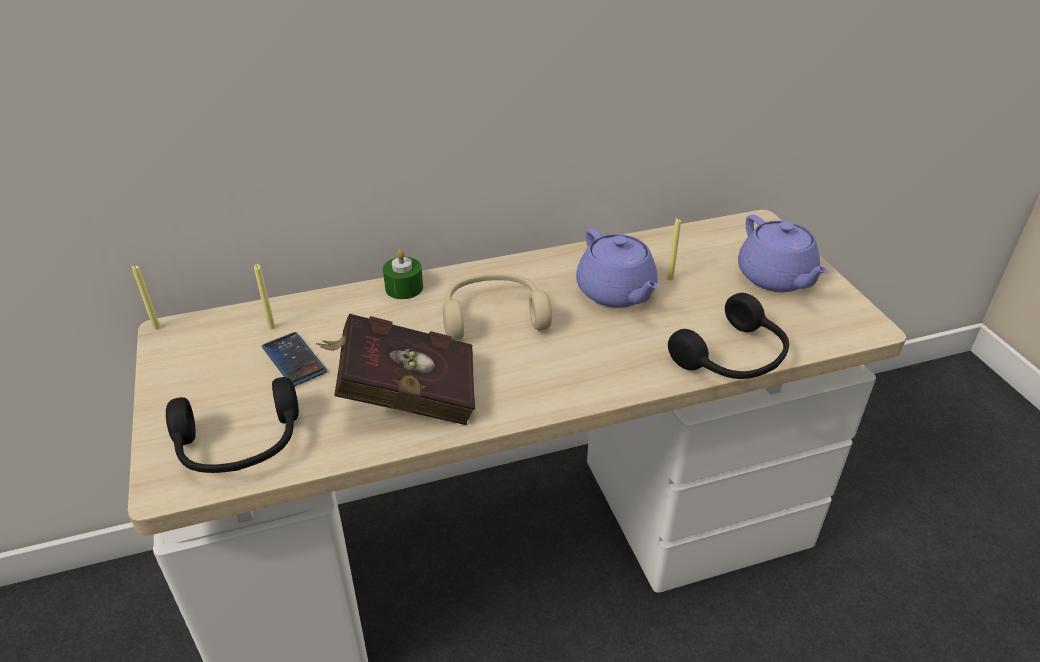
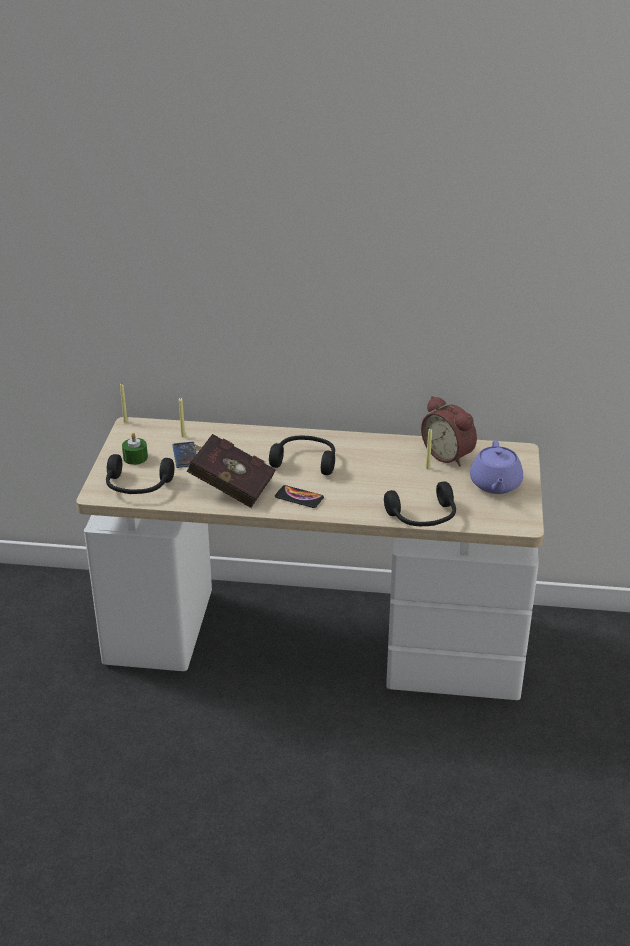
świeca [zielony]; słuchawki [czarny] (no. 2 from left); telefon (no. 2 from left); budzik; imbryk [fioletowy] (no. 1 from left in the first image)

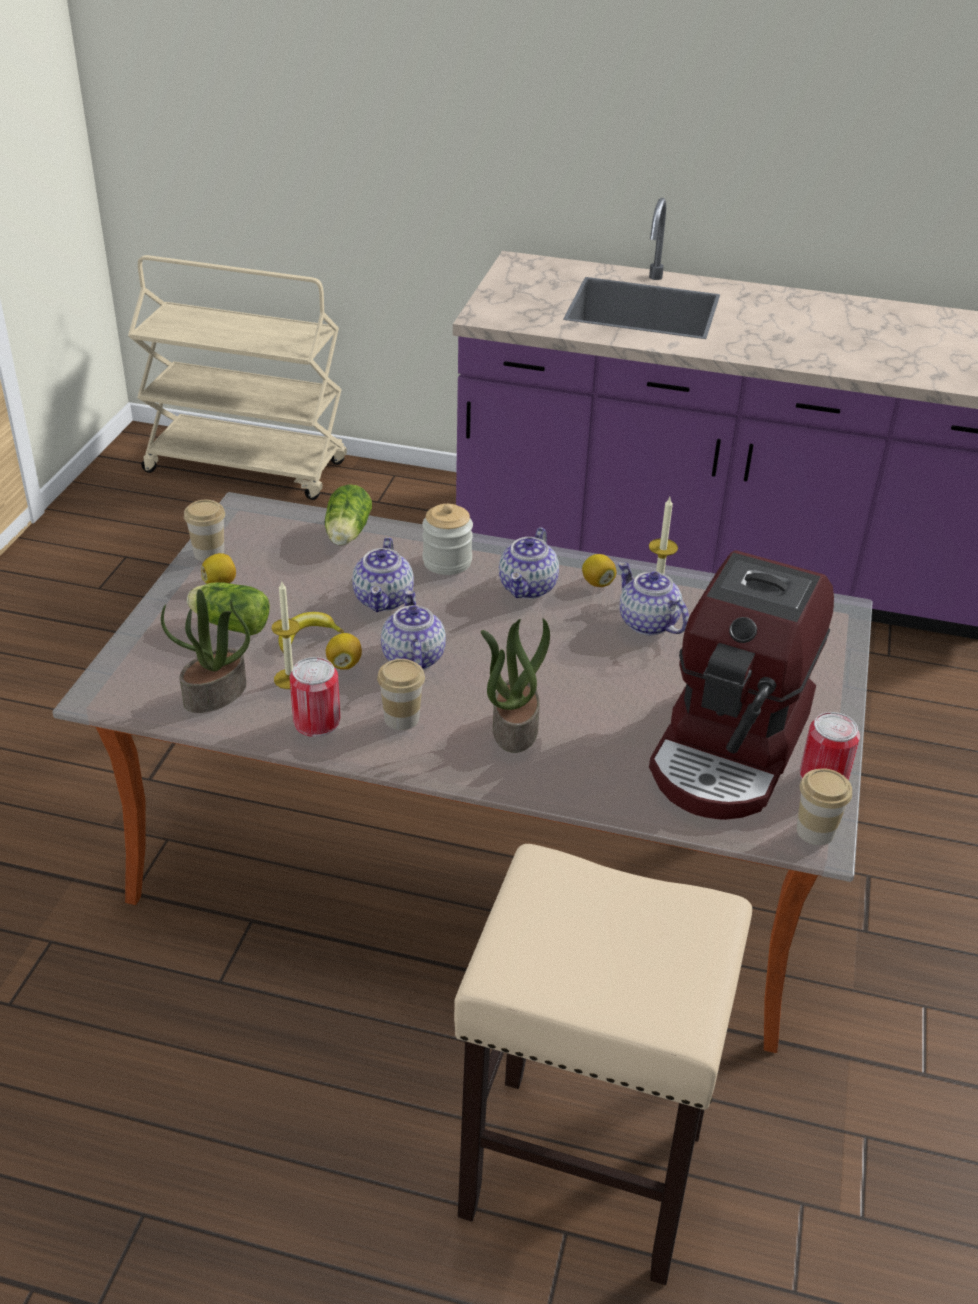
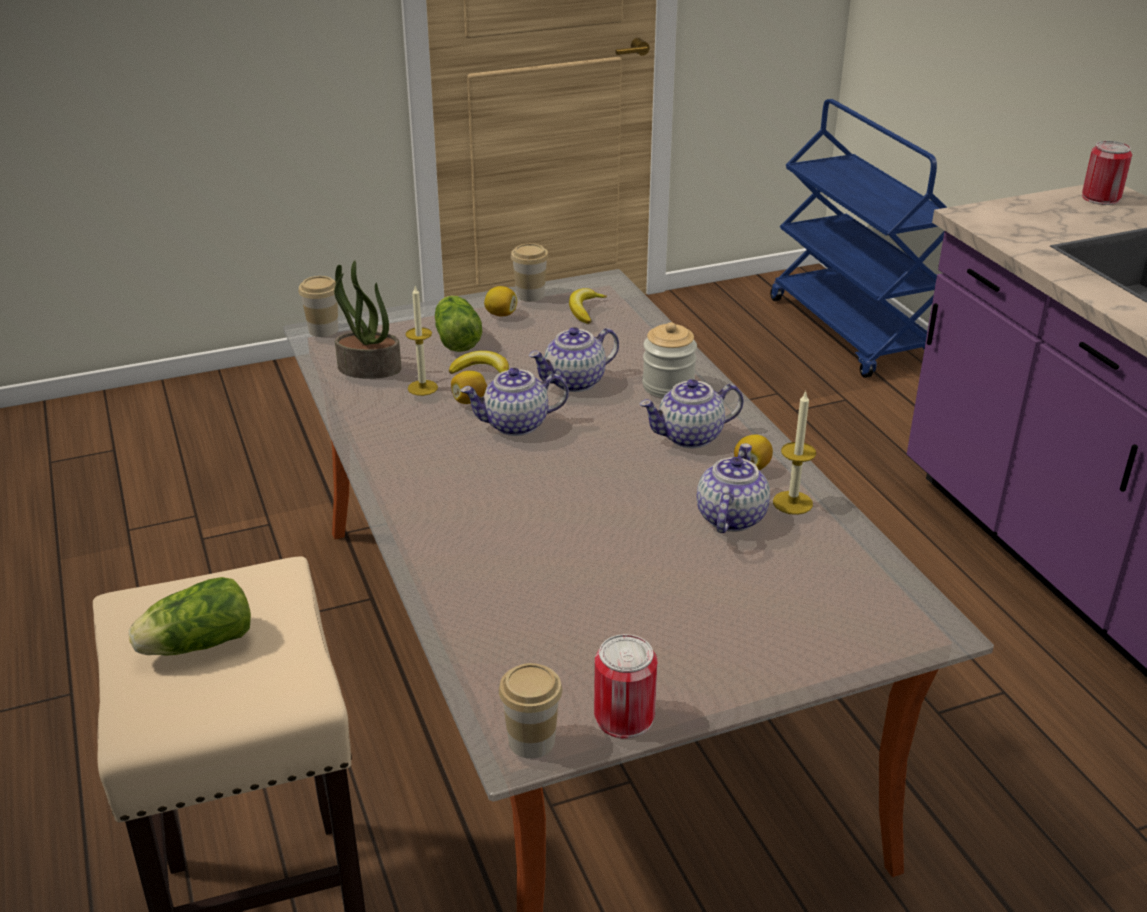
sałata (no. 1 from left); filiżanka (no. 1 from left); imbryk (no. 1 from left); banan (no. 2 from left); wózek [niebieski]; puszka (no. 2 from left); roślina doniczkowa (no. 2 from left in the first image); ekspres do kawy

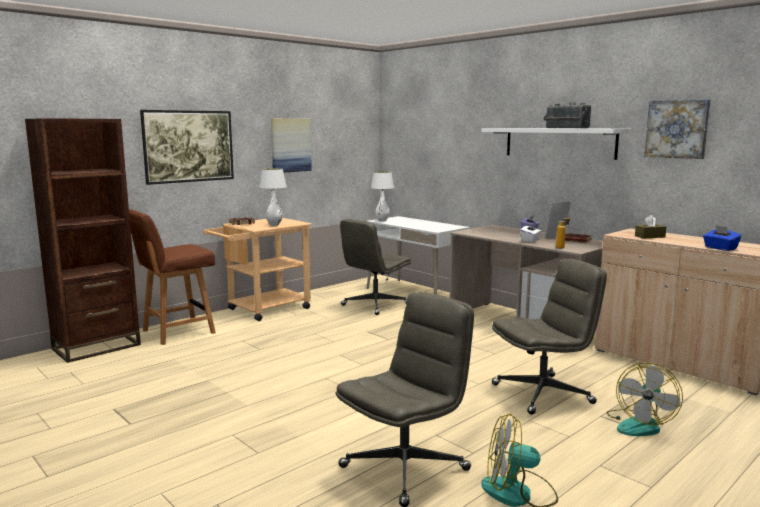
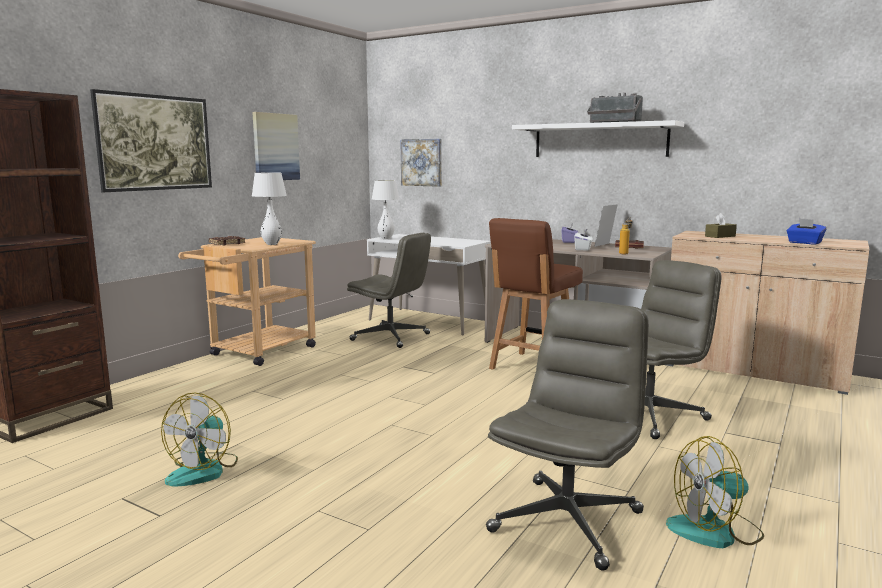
wentylator (no. 1 from left); krzesło biurowe [szary] (no. 1 from left); obraz (no. 3 from left); krzesło [brązowy]

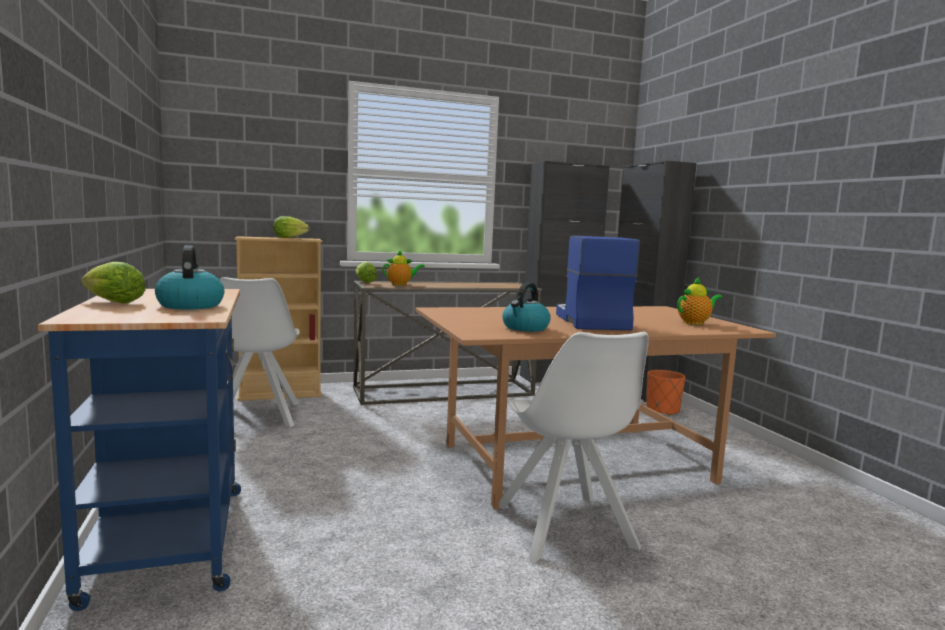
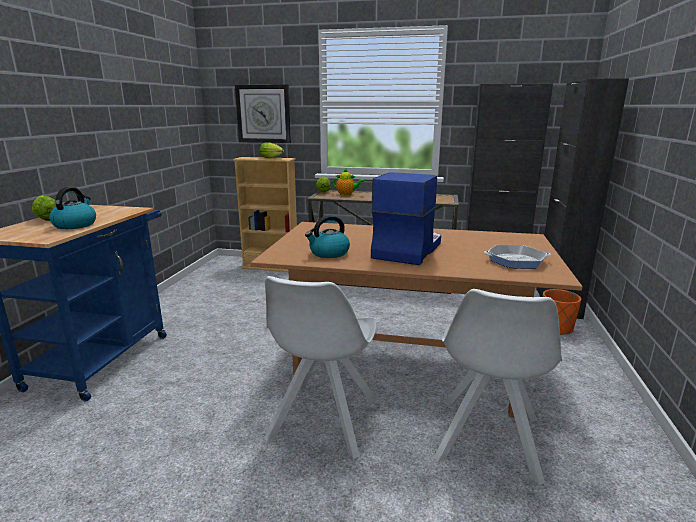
zegar ścienny; krzesło [biały] (no. 2 from left); patelnia

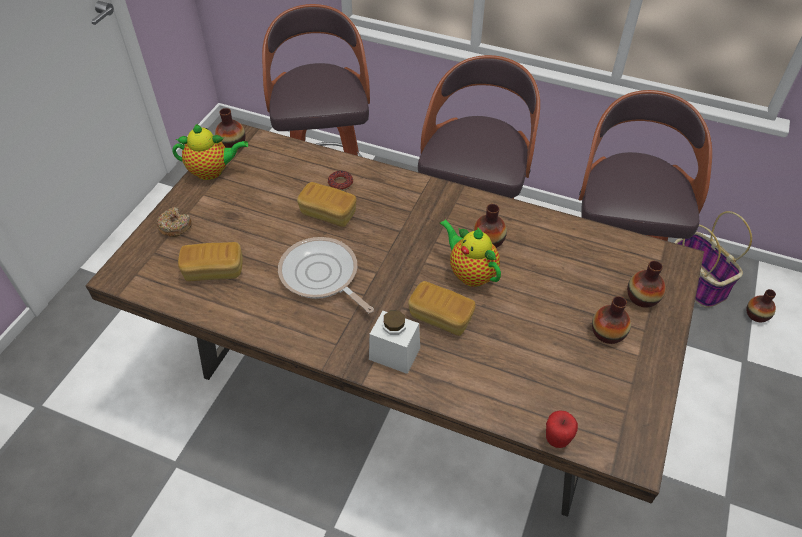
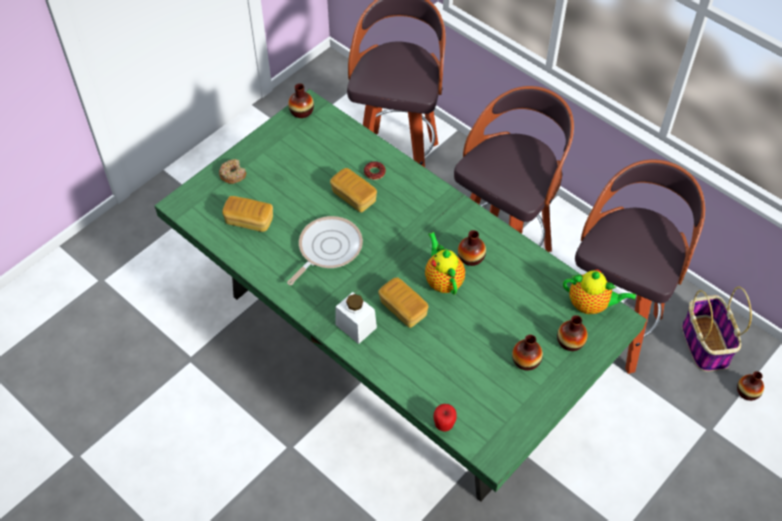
stół jadalny [zielony]; patelnia; imbryk (no. 2 from left)

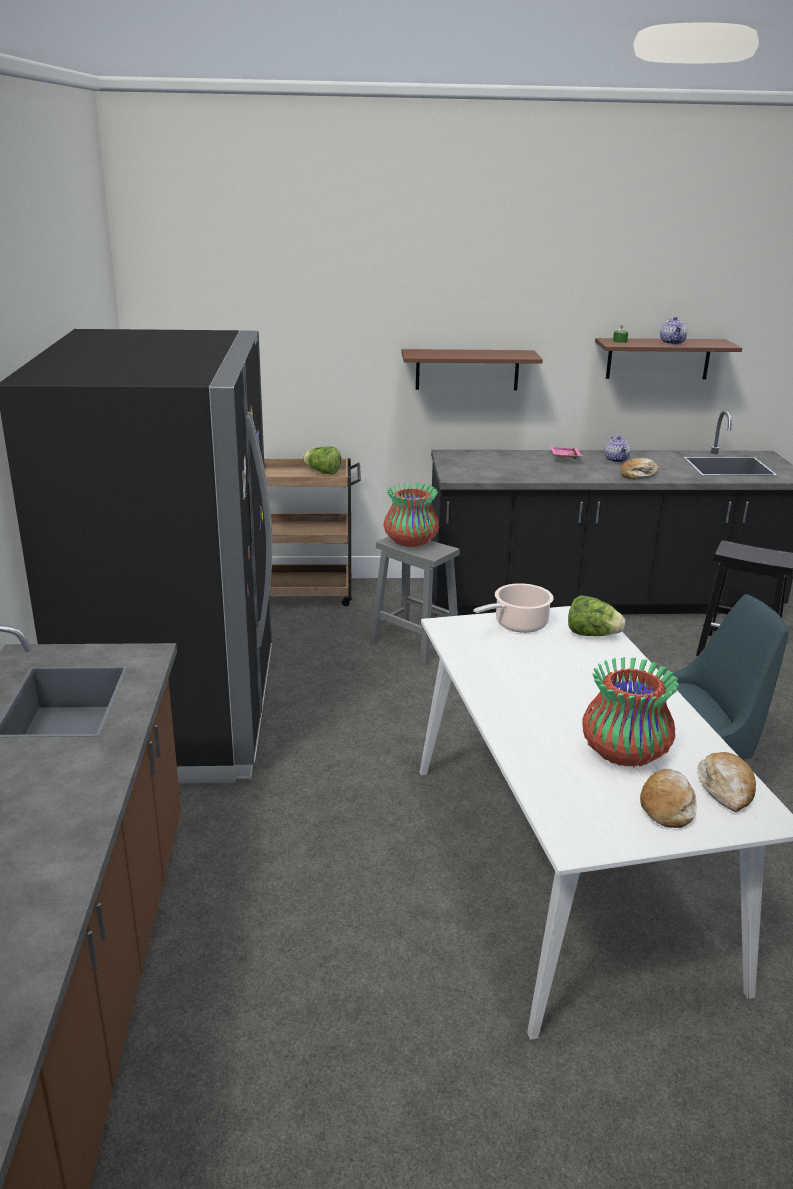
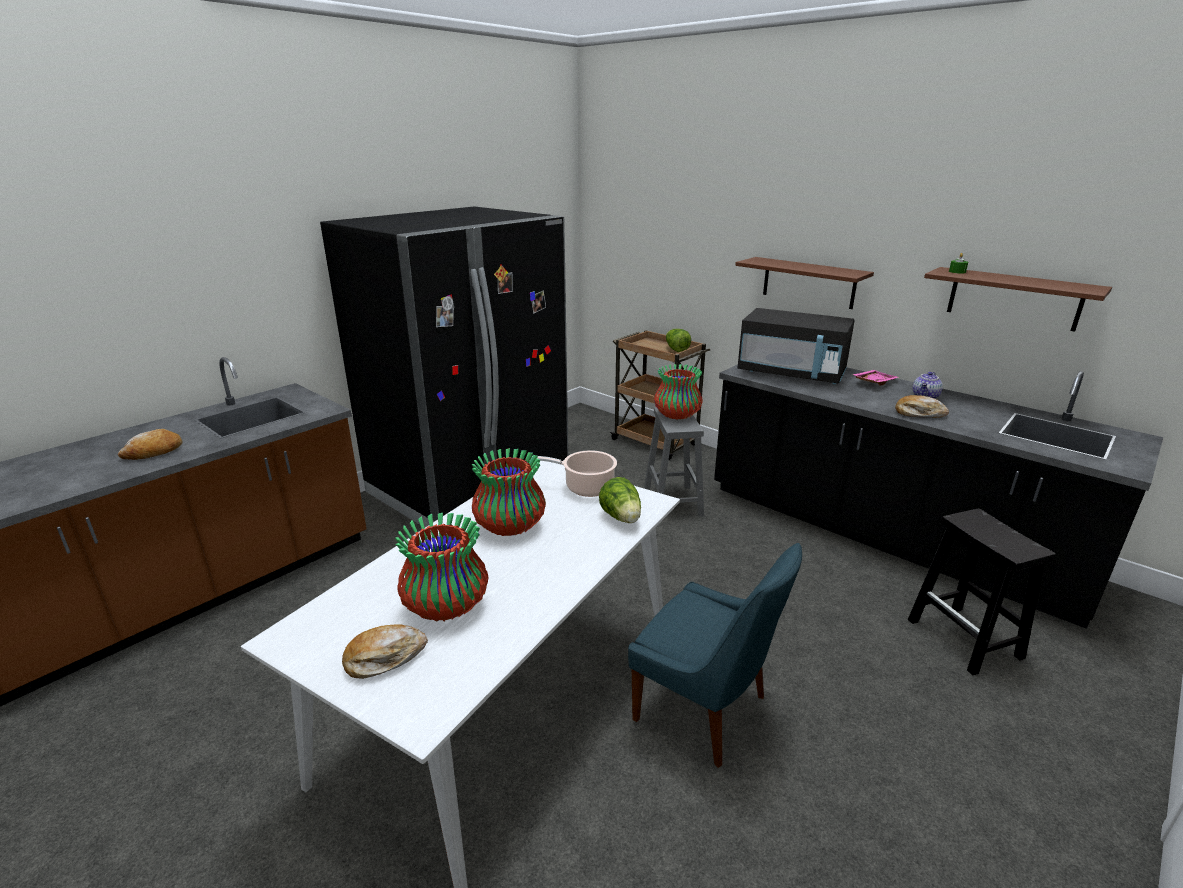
chleb (no. 1 from left); wazon (no. 2 from left); mikrofalówka [czarny]; imbryk (no. 2 from left in the first image)

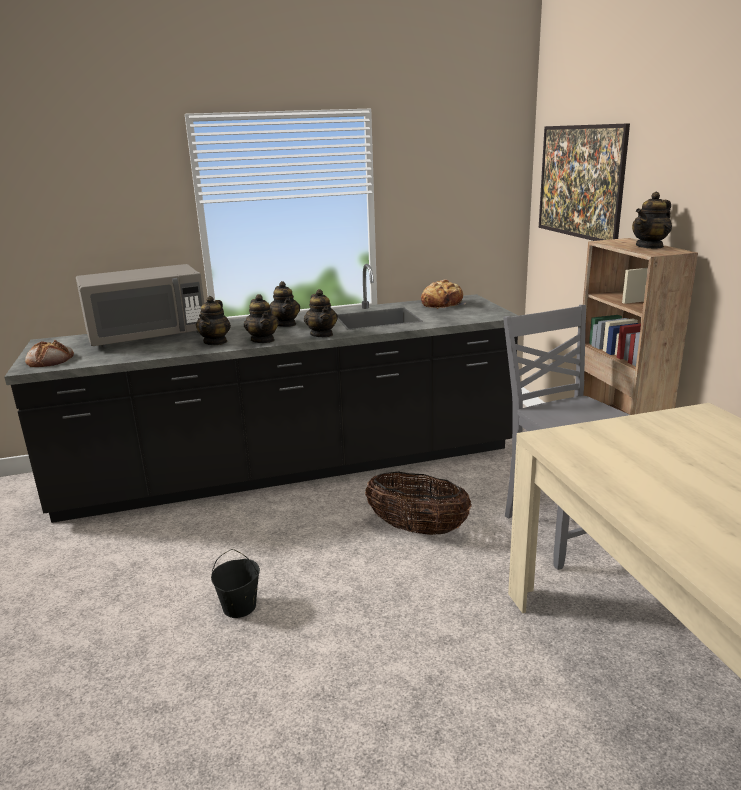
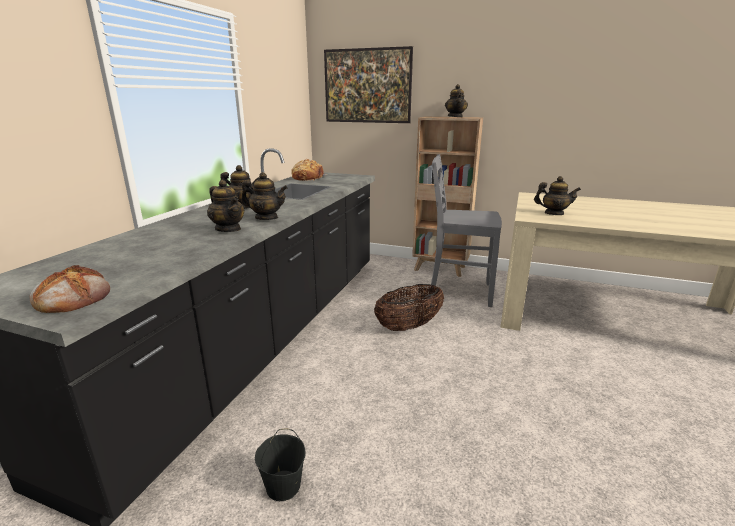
wiadro [czarny]; imbryk (no. 5 from left); mikrofalówka [szary]

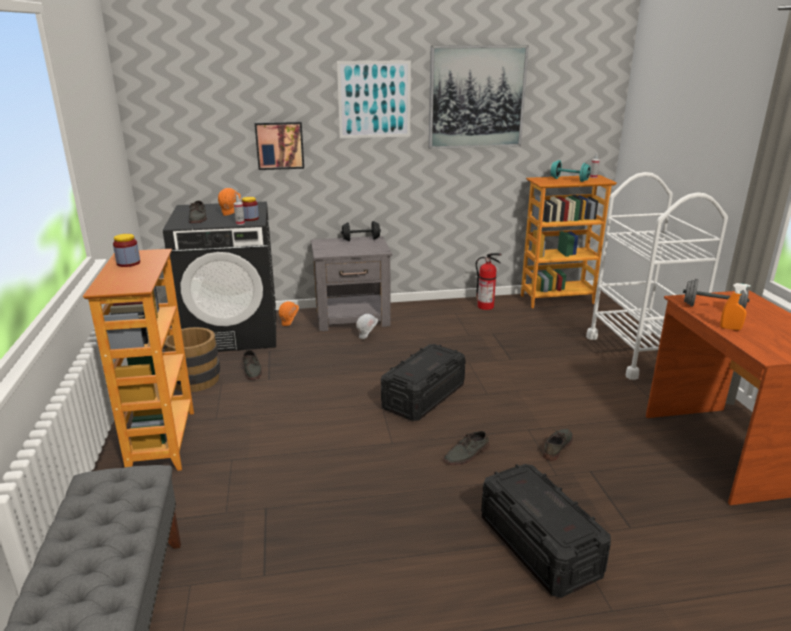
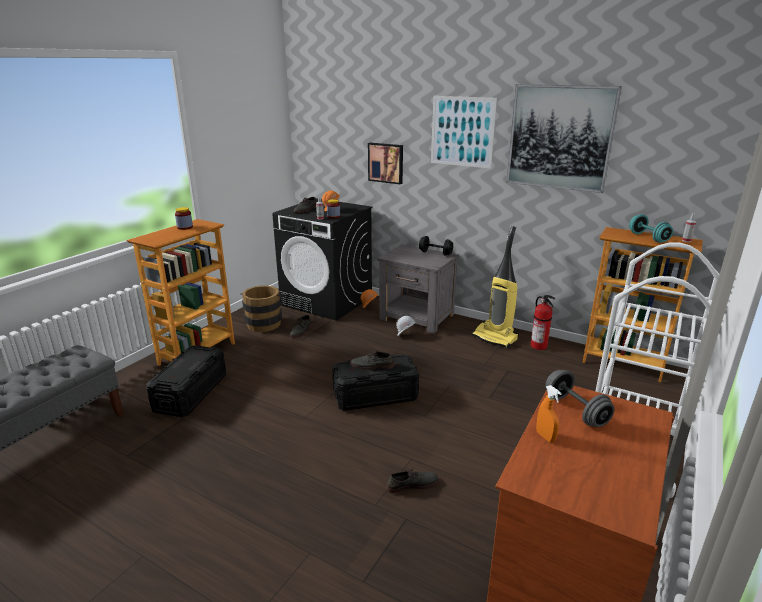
pojemnik do przechowywania [czarny] (no. 1 from left); but [szary] (no. 3 from left); odkurzacz

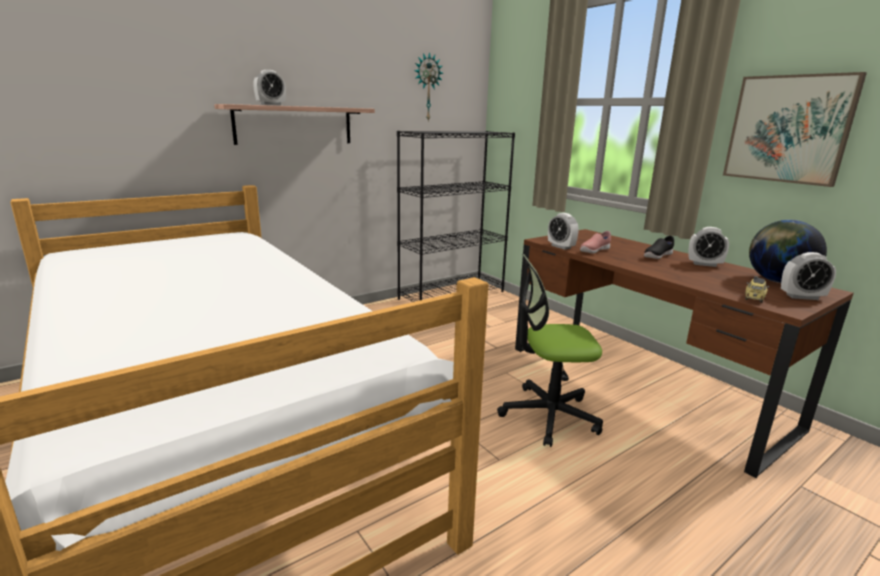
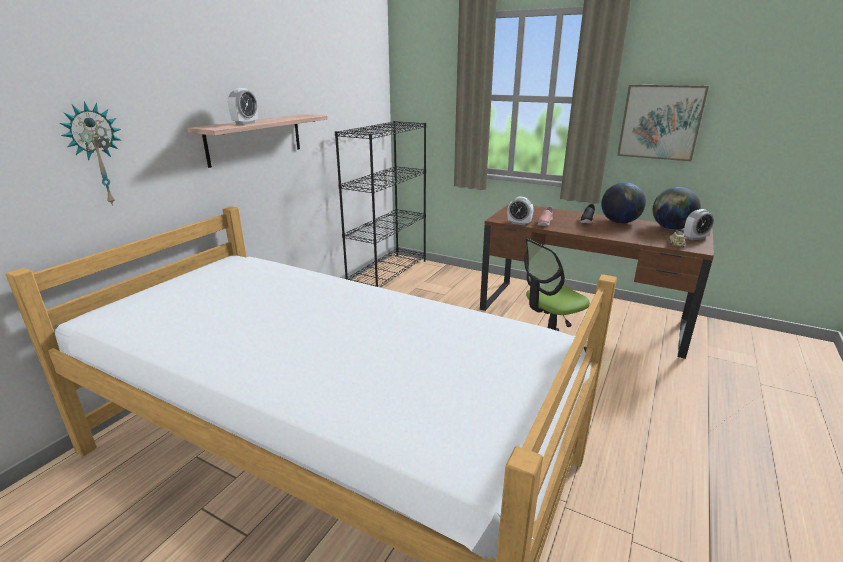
zegar ścienny; globus (no. 1 from left)

